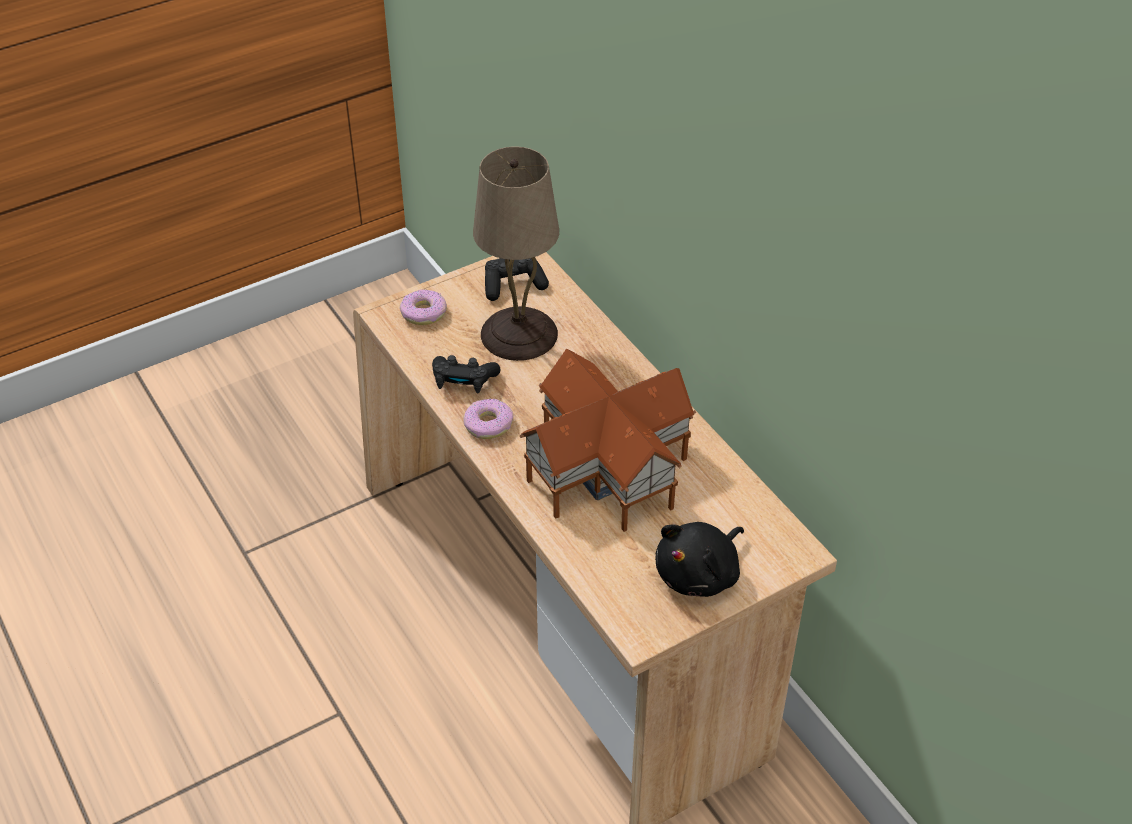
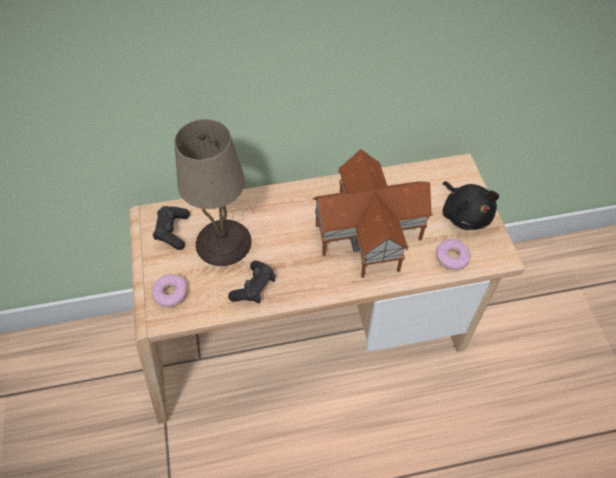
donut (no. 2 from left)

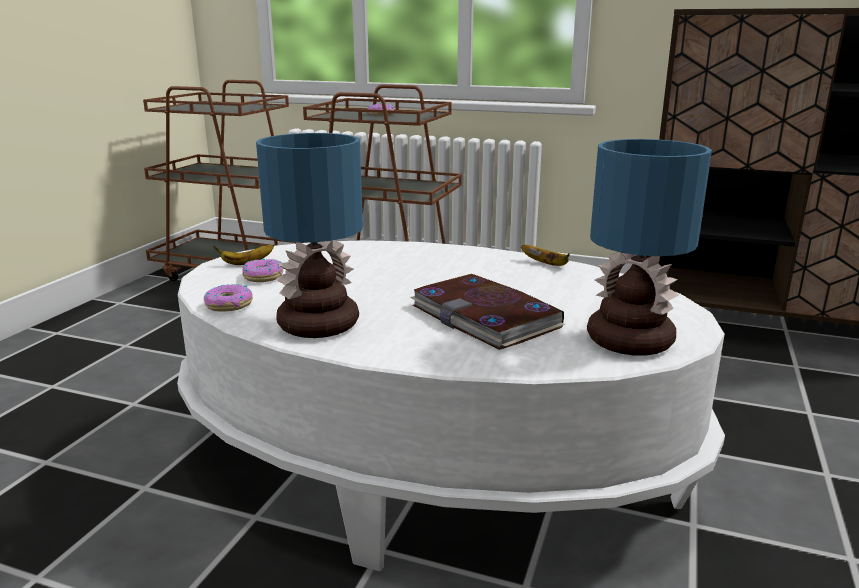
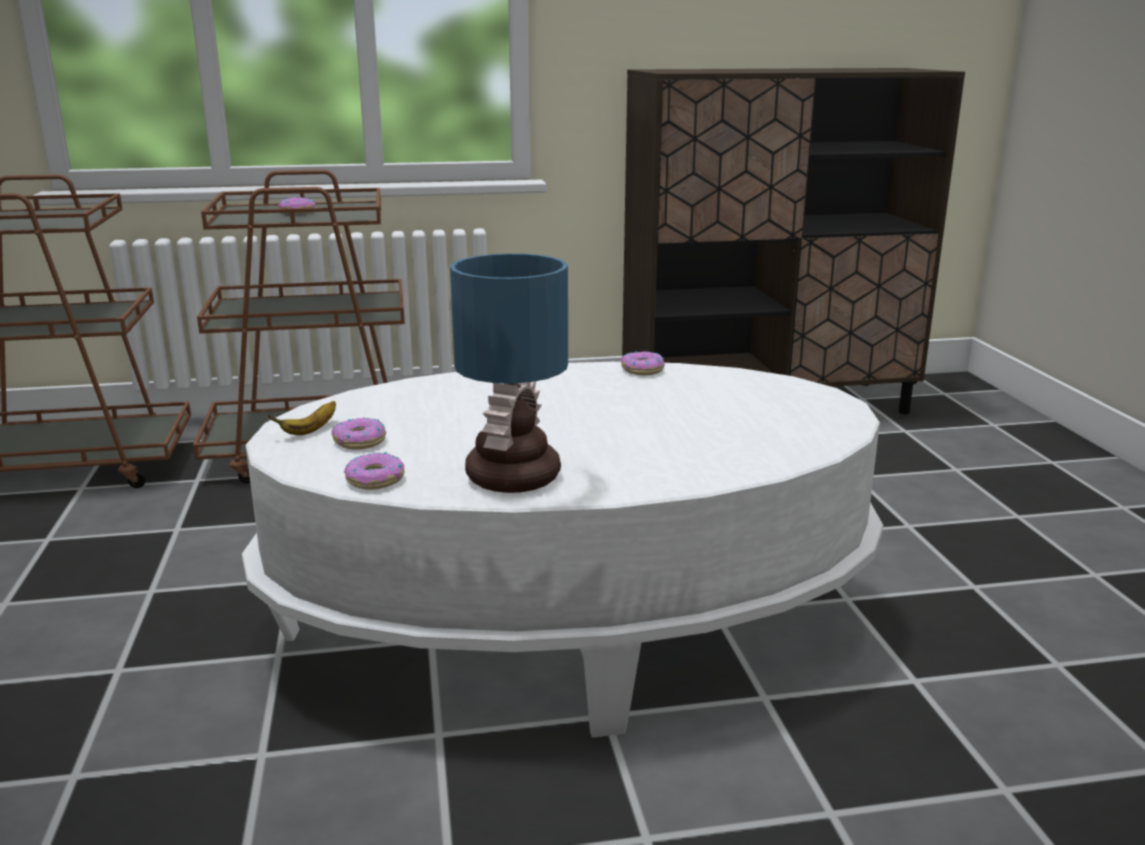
donut (no. 4 from left); książka; lampa stołowa (no. 2 from left in the first image)

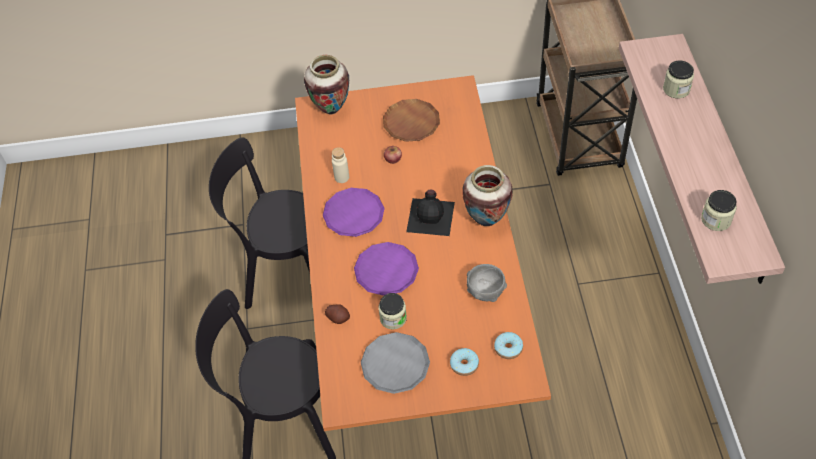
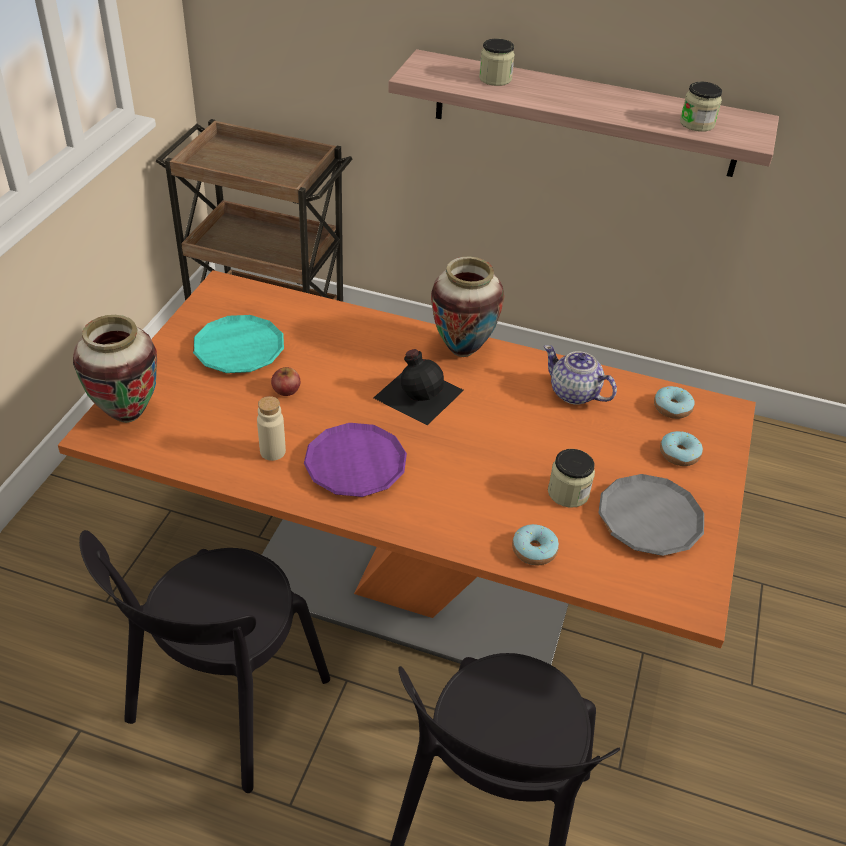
talerz [turkusowy]; donut (no. 1 from left); imbryk; talerz [fioletowy] (no. 2 from left in the first image)

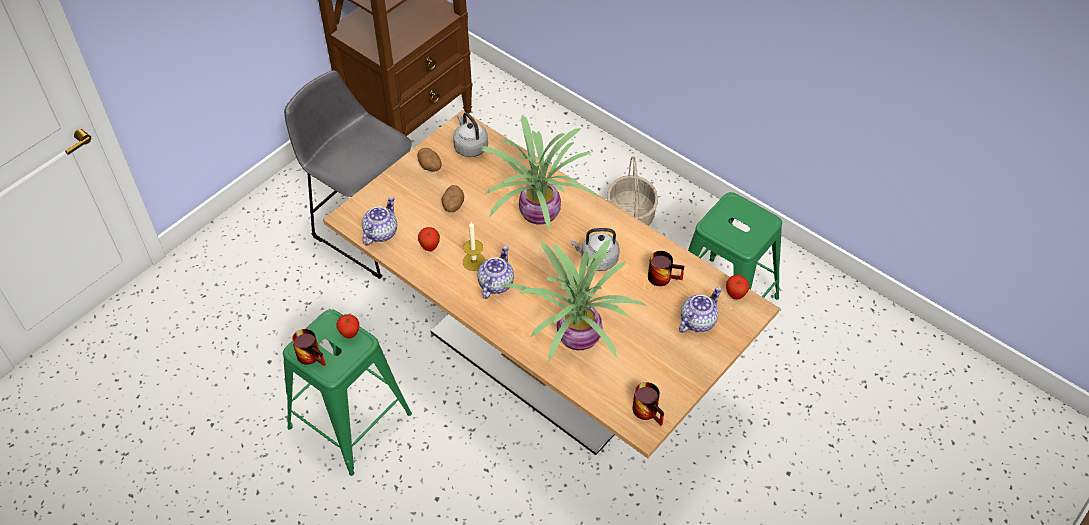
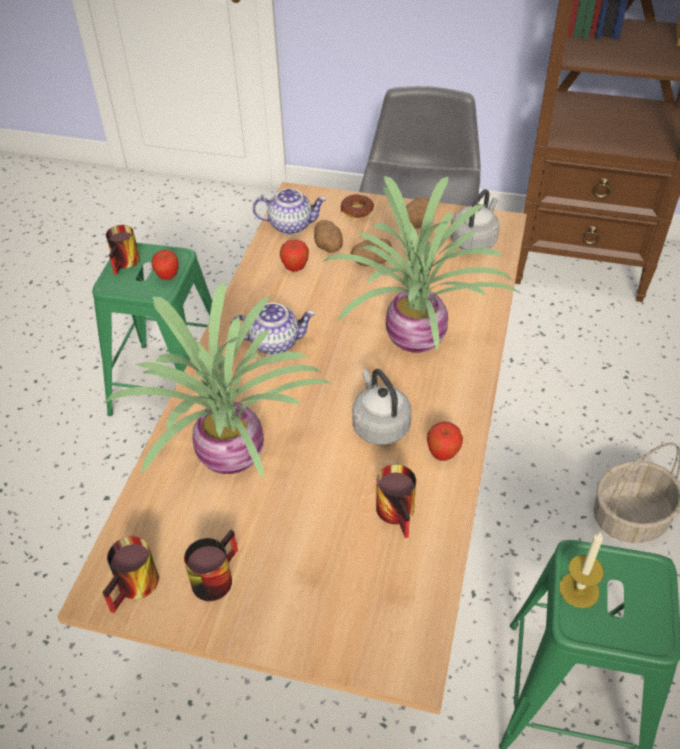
kubek (no. 3 from left); ziemniak (no. 1 from left); donut; jabłko (no. 3 from left); świeca; imbryk (no. 3 from left in the first image)

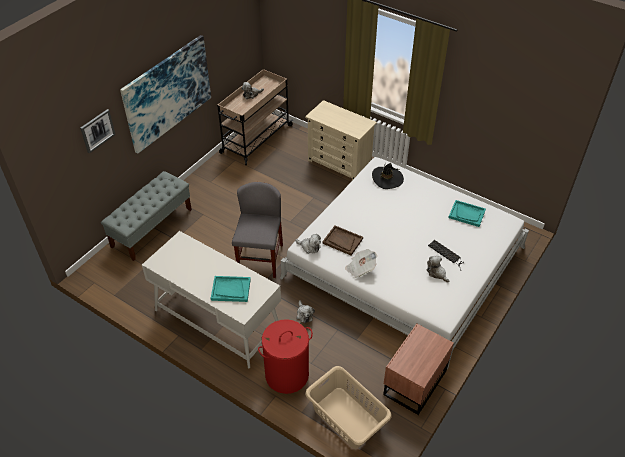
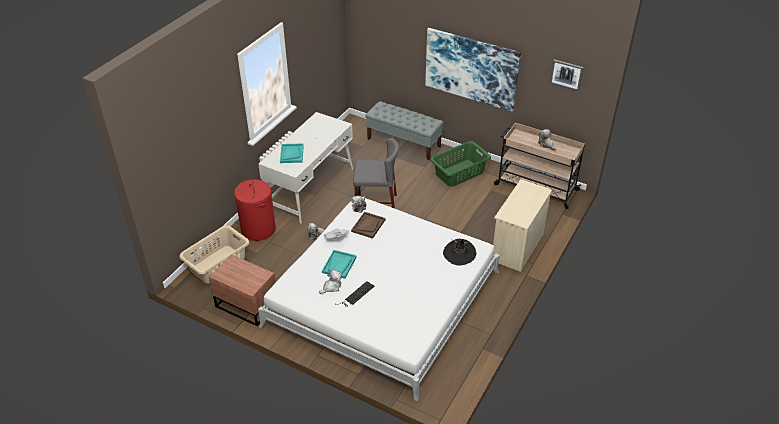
taca [turkusowy] (no. 2 from left); kosz na pranie [zielony]; obraz (no. 2 from left)

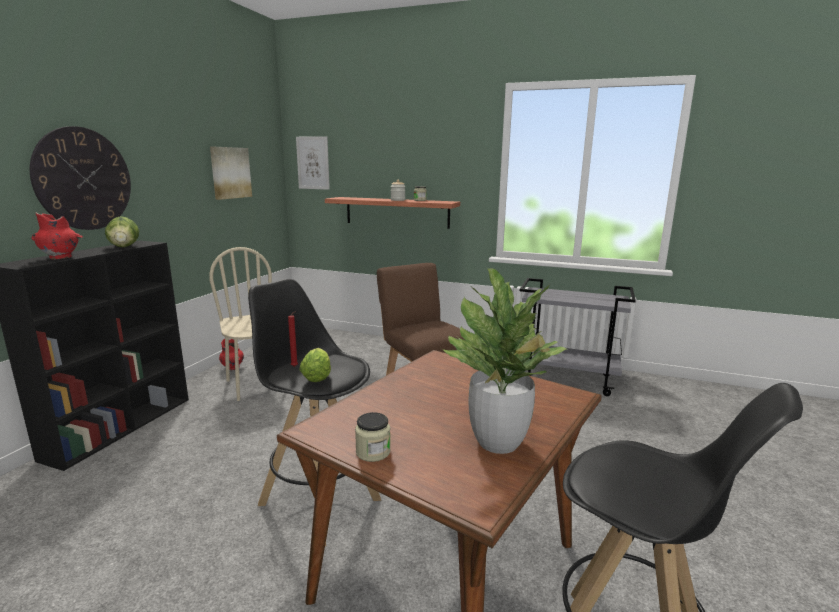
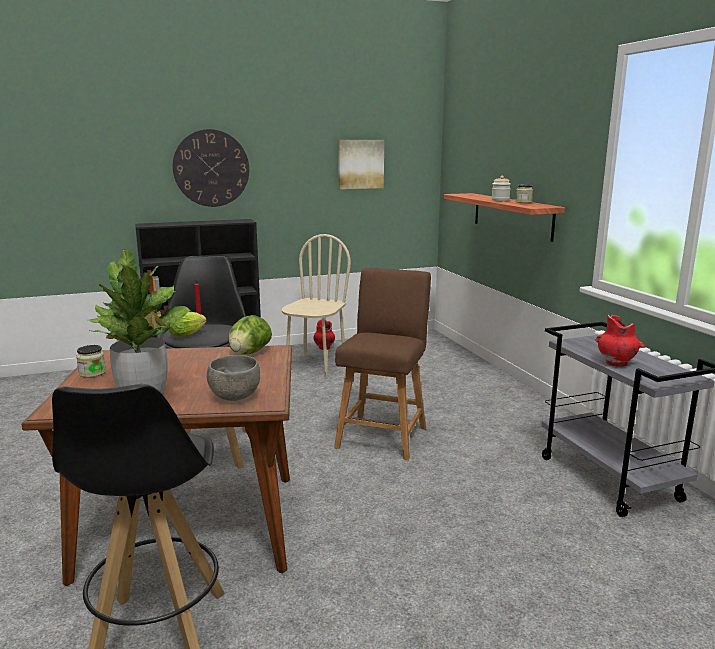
miska [szary]; sałata (no. 2 from left); wazon [czerwony] (no. 2 from left); obraz (no. 2 from left in the first image)

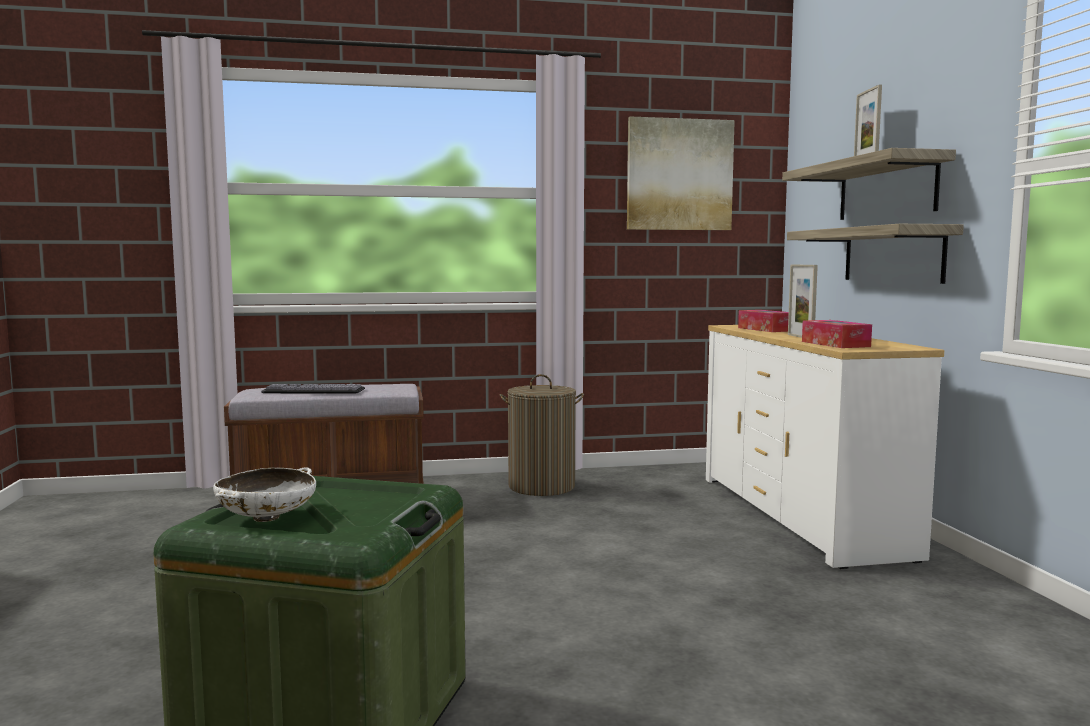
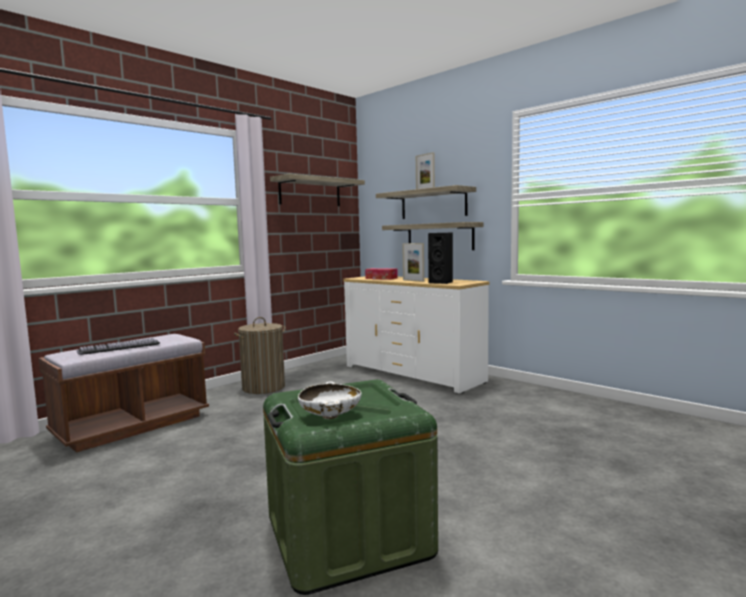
półka (no. 1 from left); głośnik [czarny]

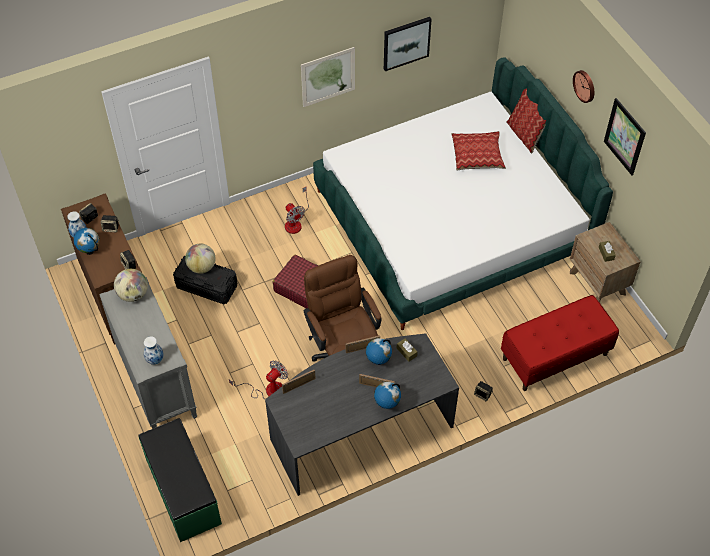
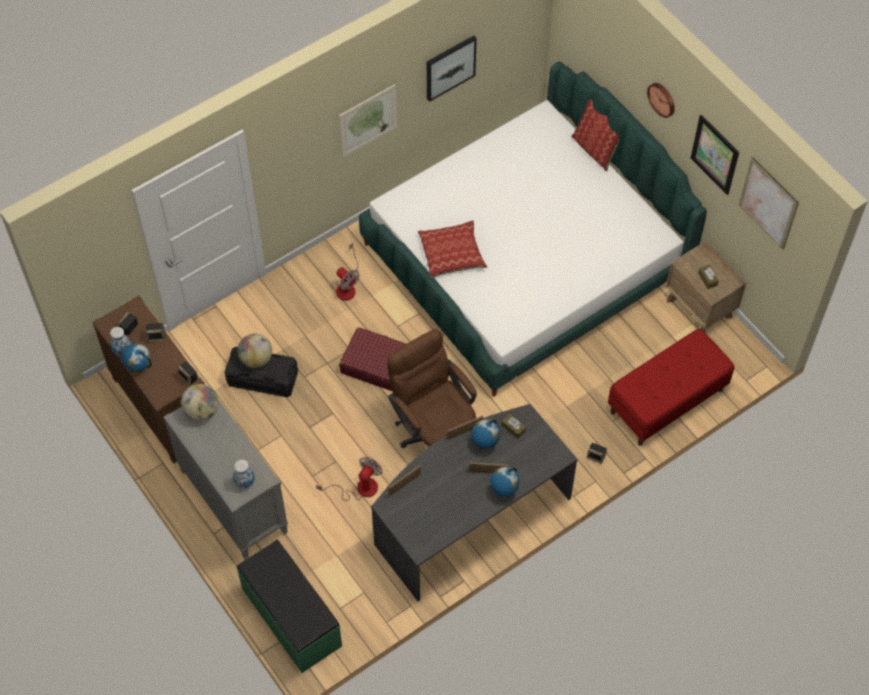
poduszka (no. 1 from left); obraz (no. 4 from left)

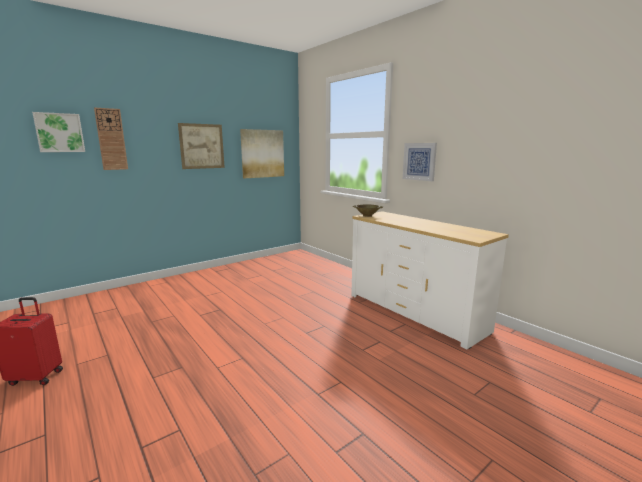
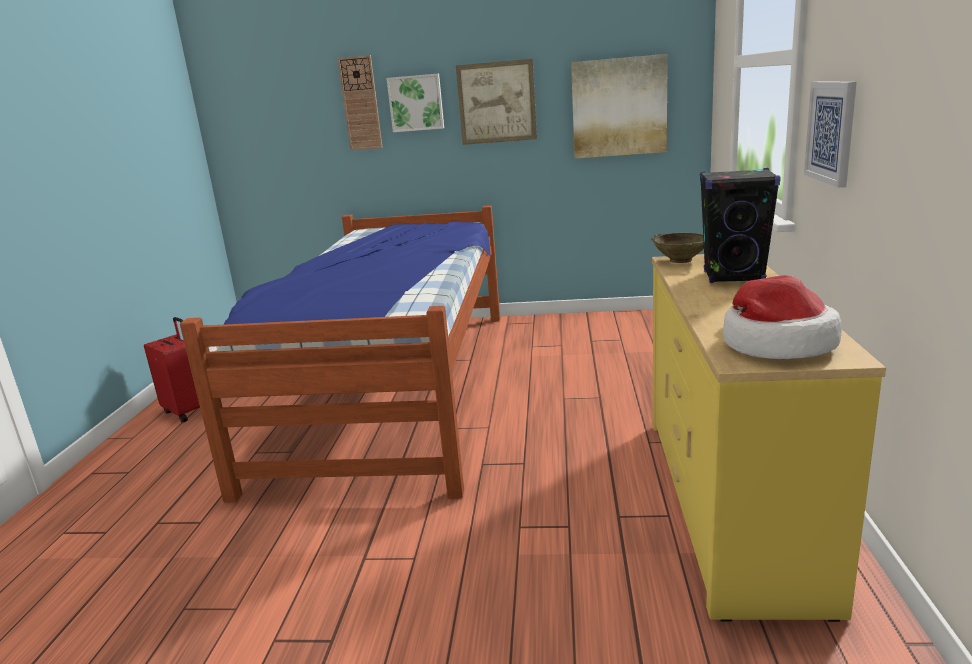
łóżko; obraz (no. 1 from left); komoda [żółty]; głośnik [czarny]; kapelusz

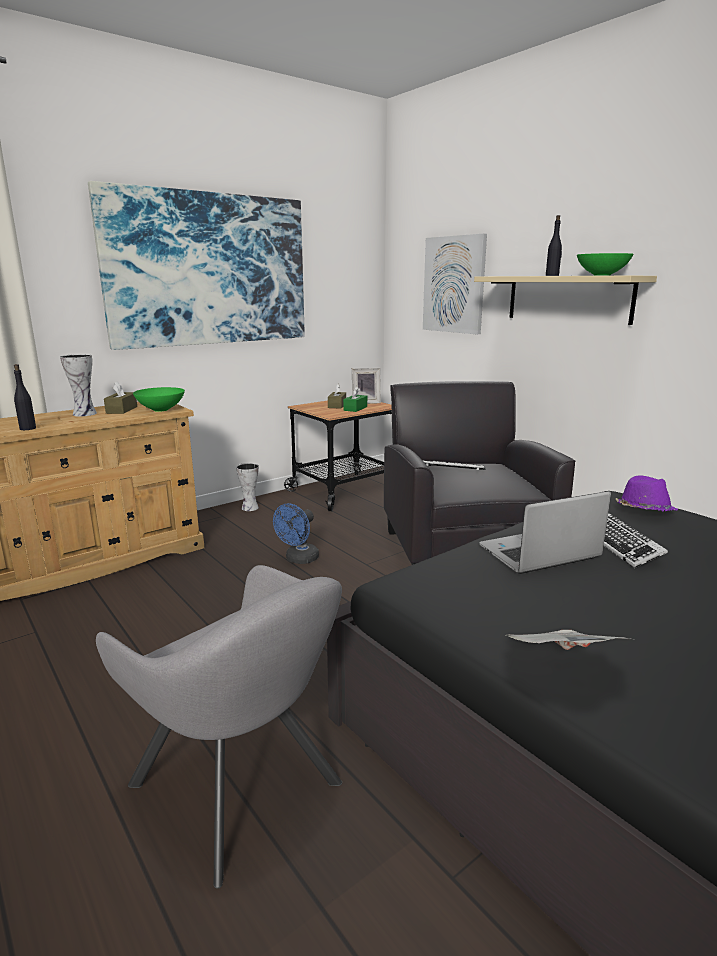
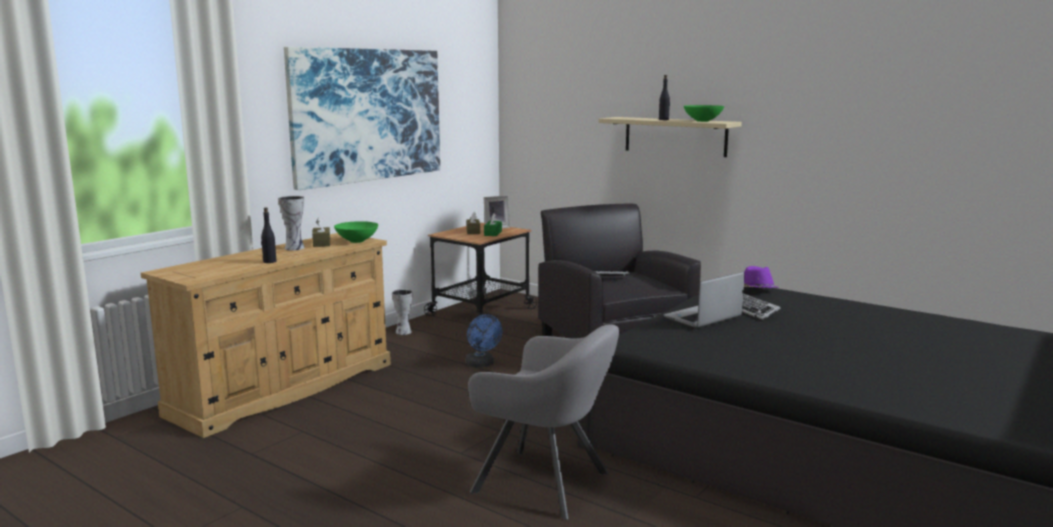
wentylator [niebieski]; obraz (no. 2 from left in the first image); gazeta

